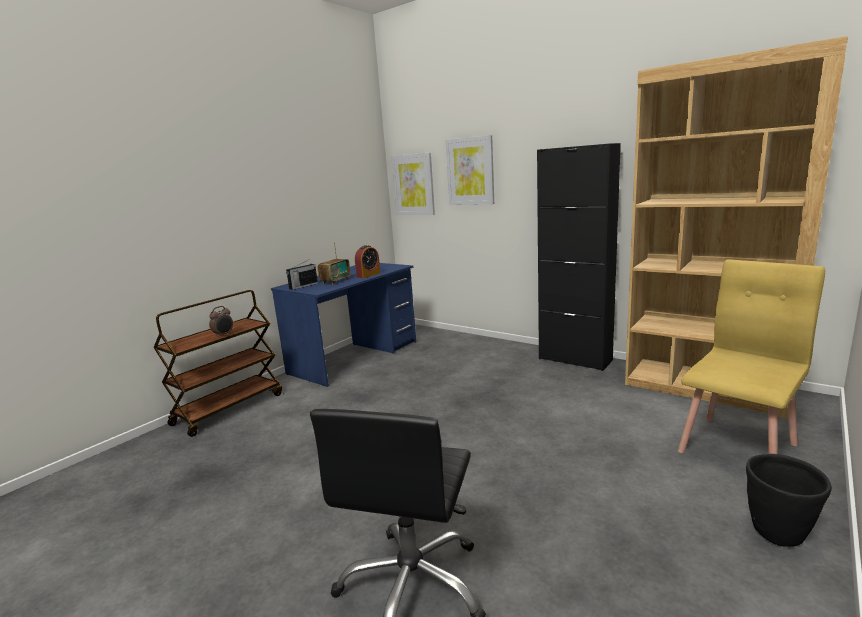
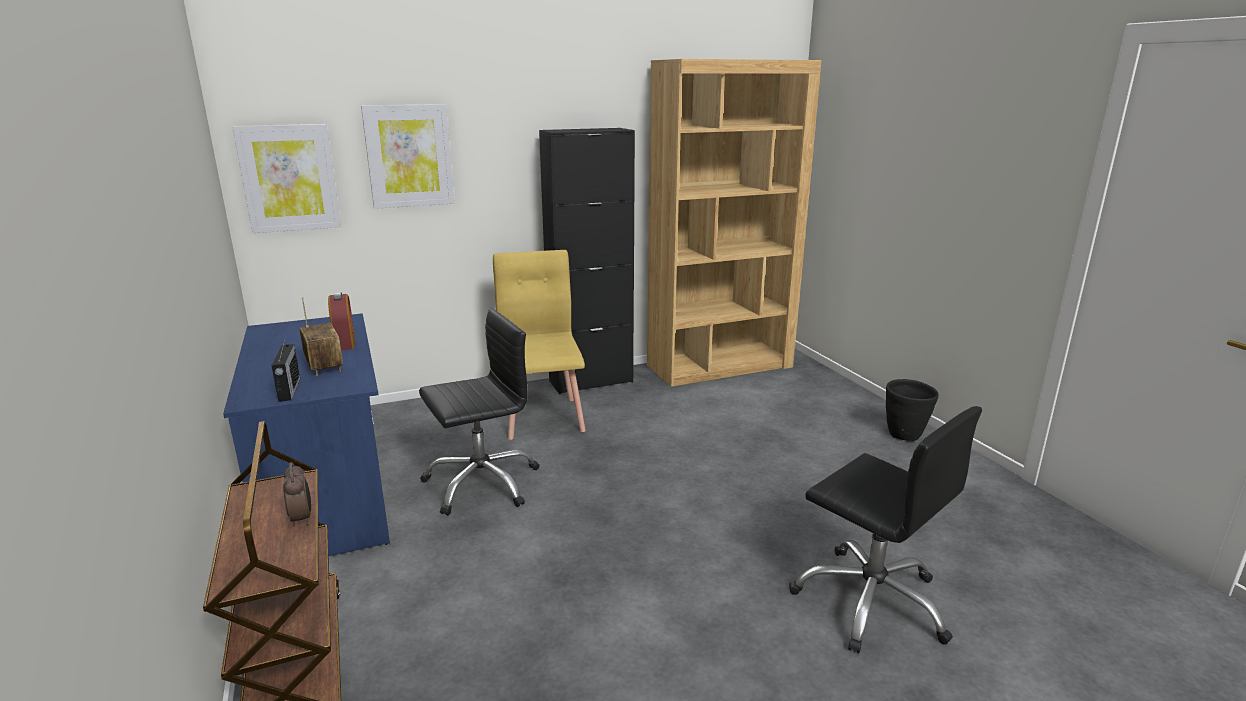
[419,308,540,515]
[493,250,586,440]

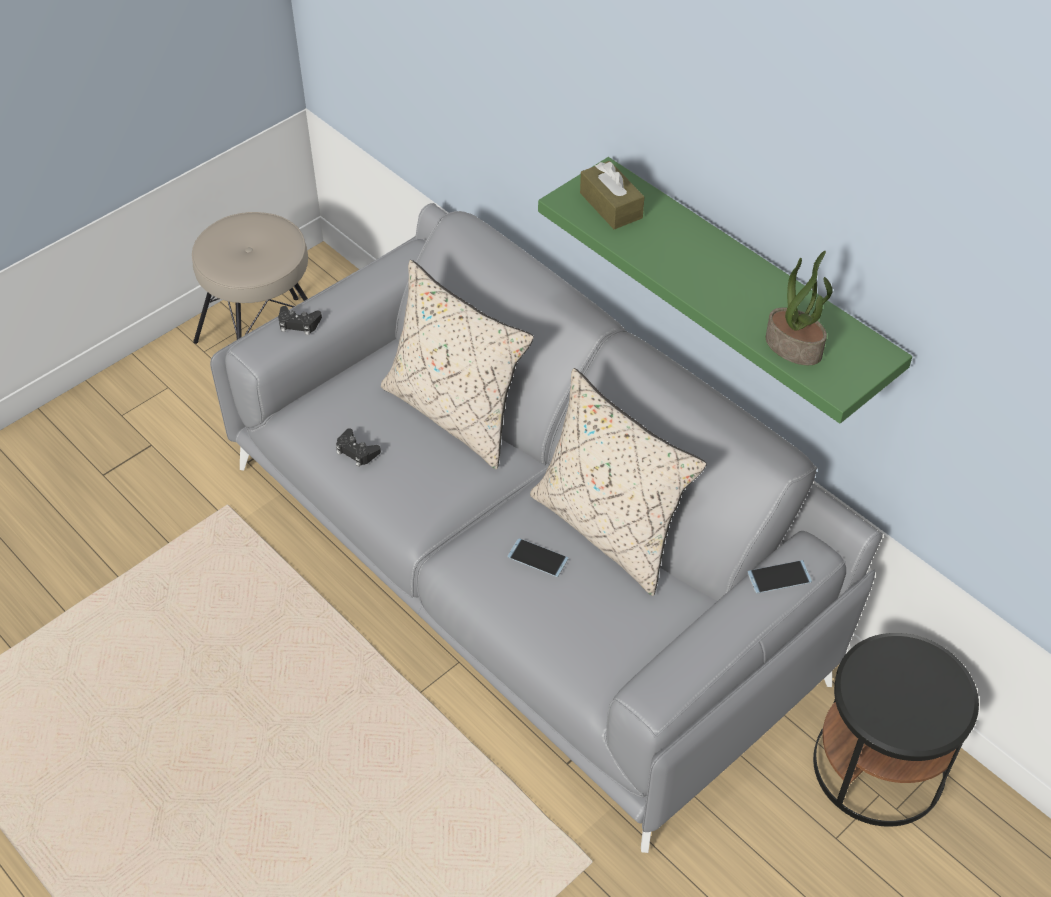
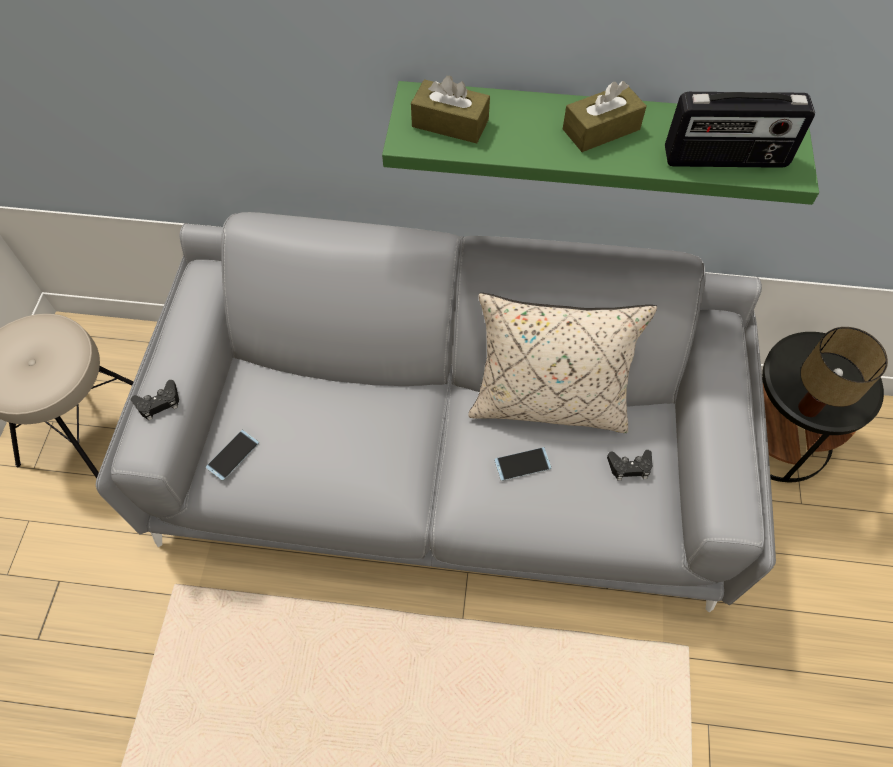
[381,260,534,469] (first image)
[563,81,646,152]
[798,327,888,417]
[607,450,652,480]
[206,430,259,481]
[665,92,815,168]

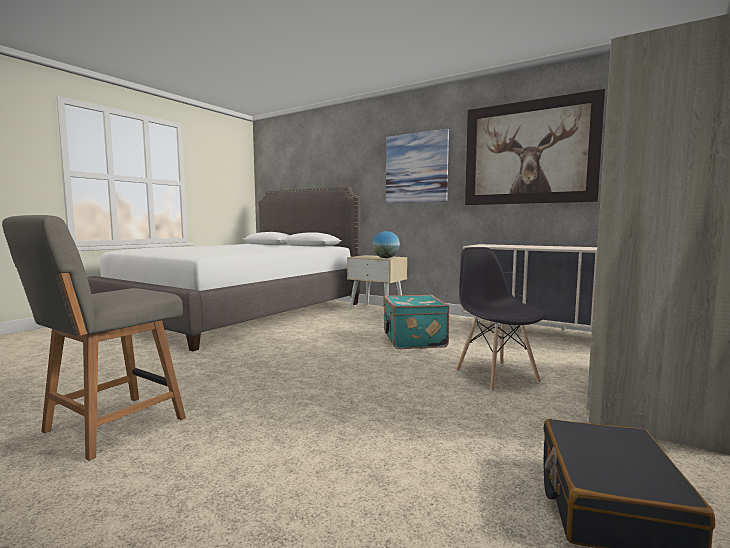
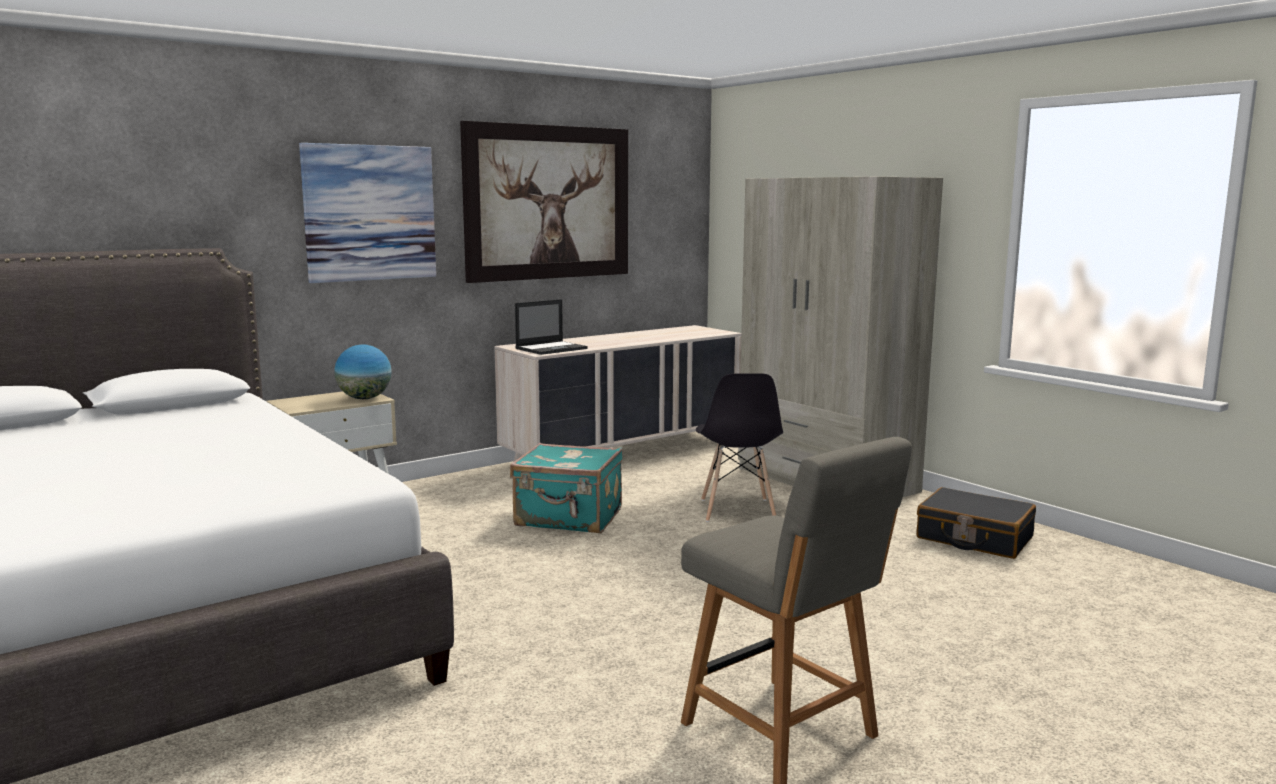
[515,299,588,355]
[696,373,783,522]

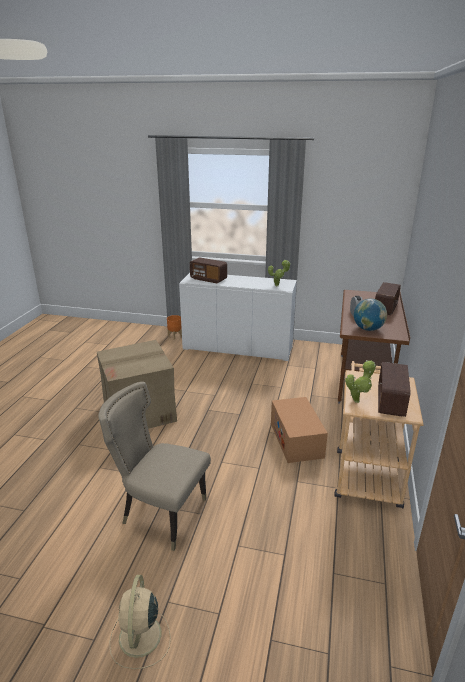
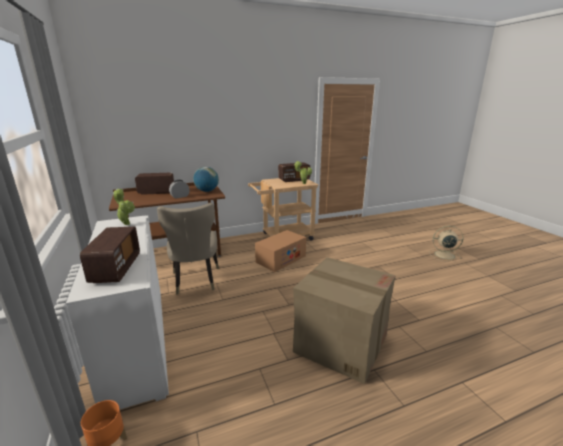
[157,203,219,295]
[429,226,463,261]

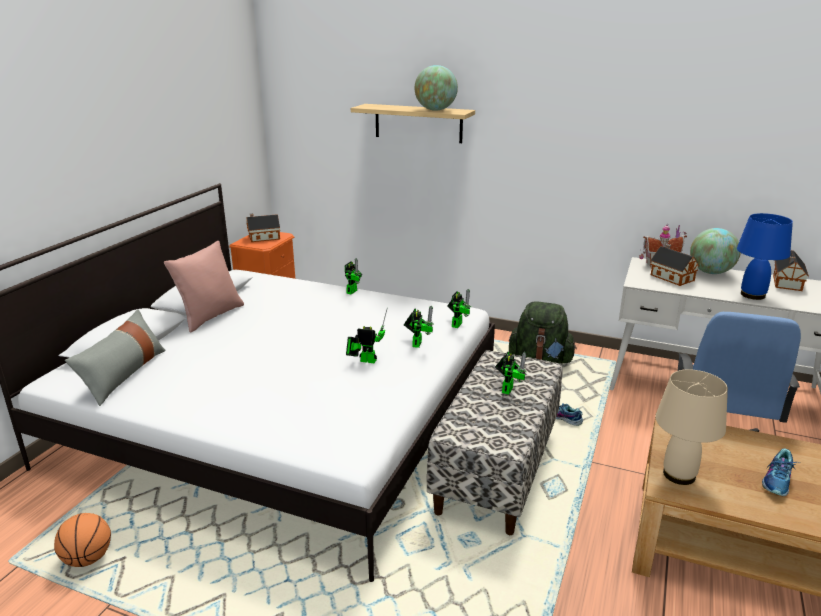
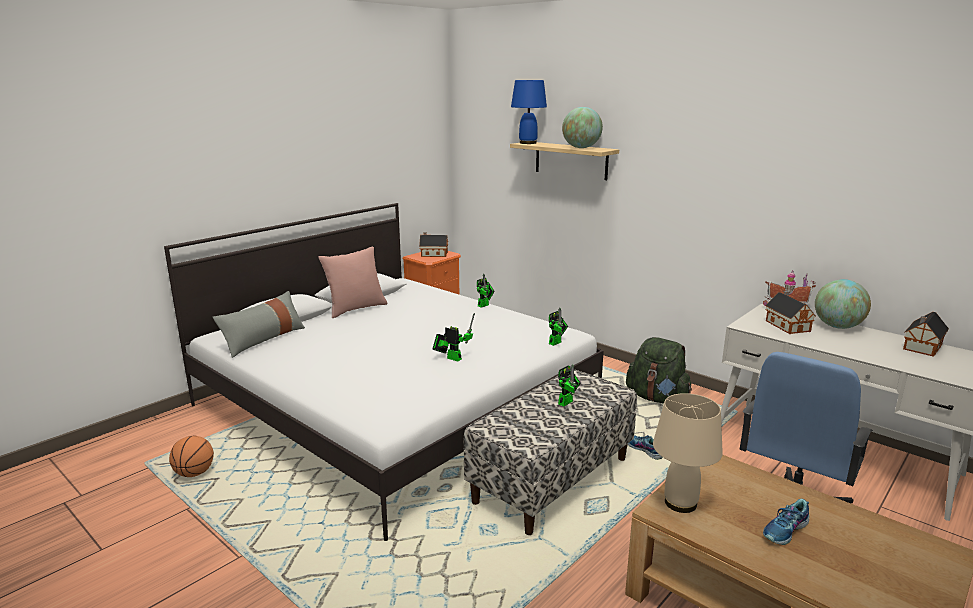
[404,306,434,348] (first image)
[511,80,547,144]

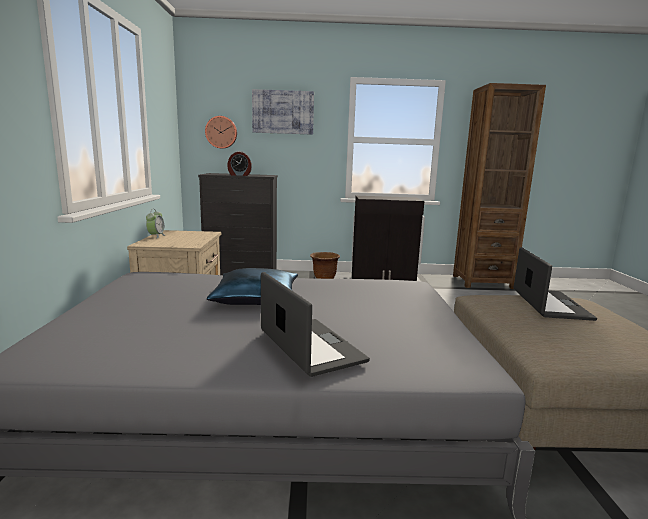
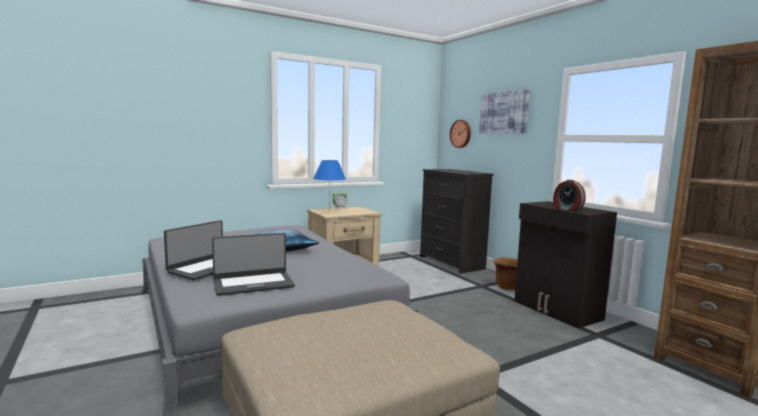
[313,160,346,213]
[553,180,586,211]
[212,233,295,296]

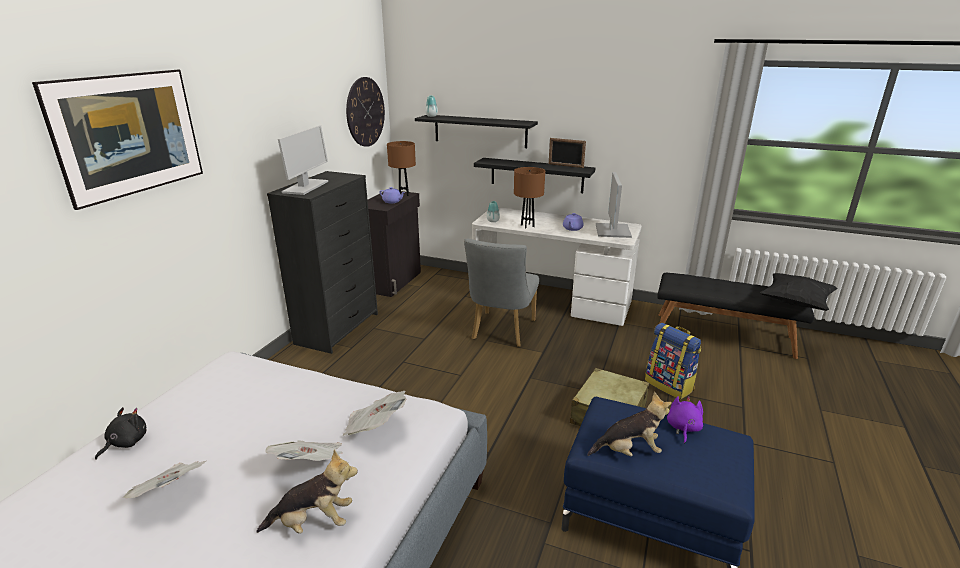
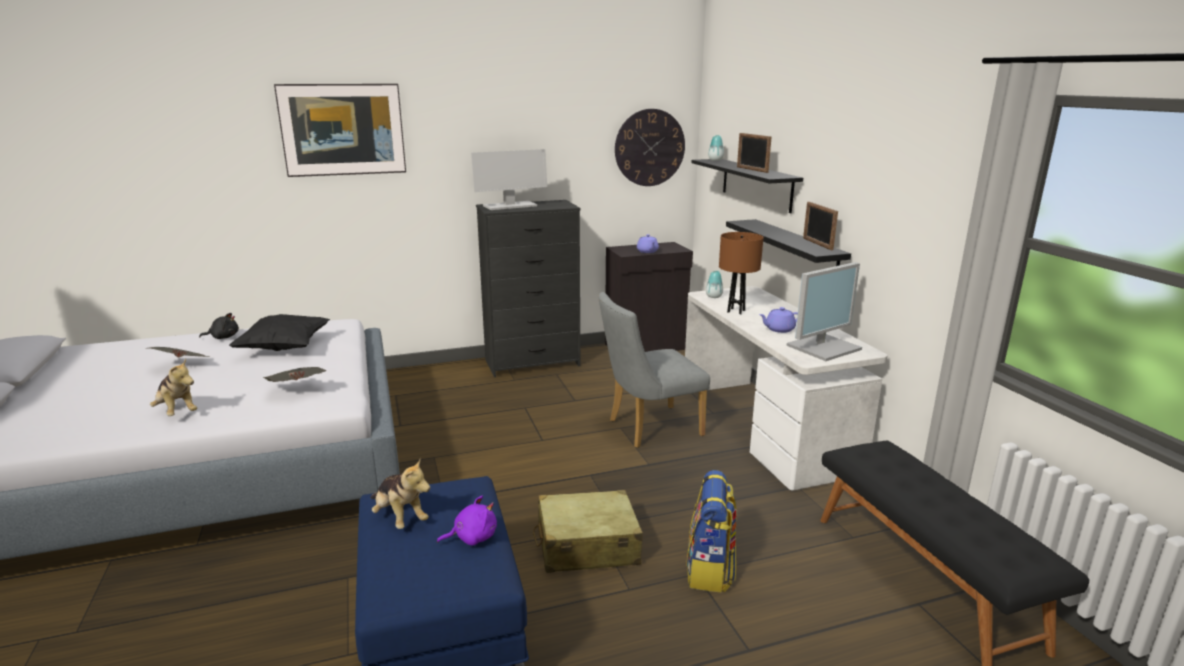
[265,440,343,461] (first image)
[387,141,416,196] (first image)
[737,133,772,173]
[229,314,330,351]

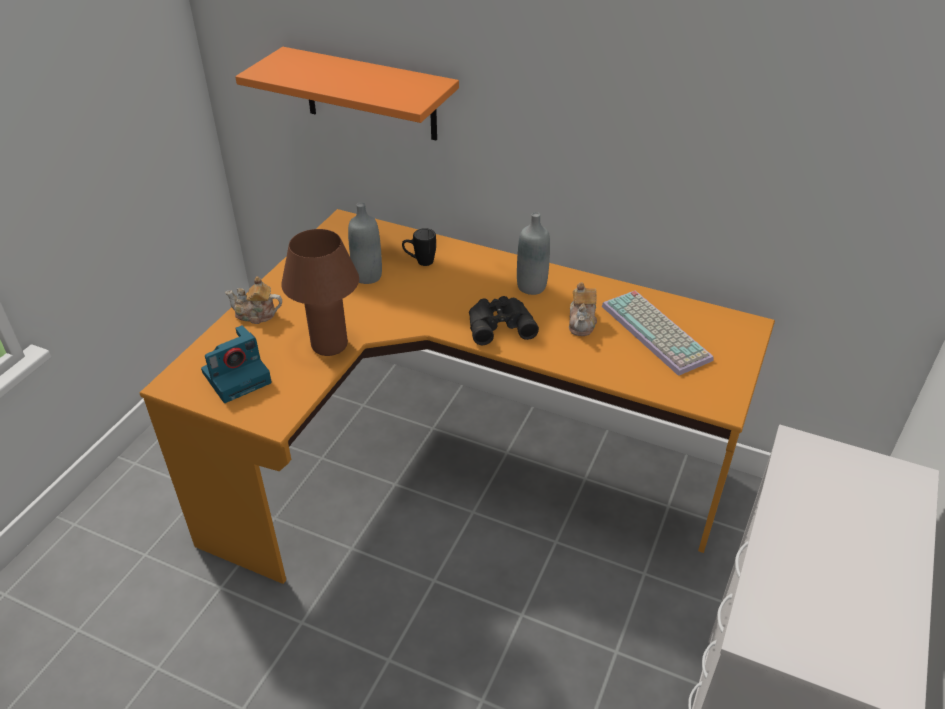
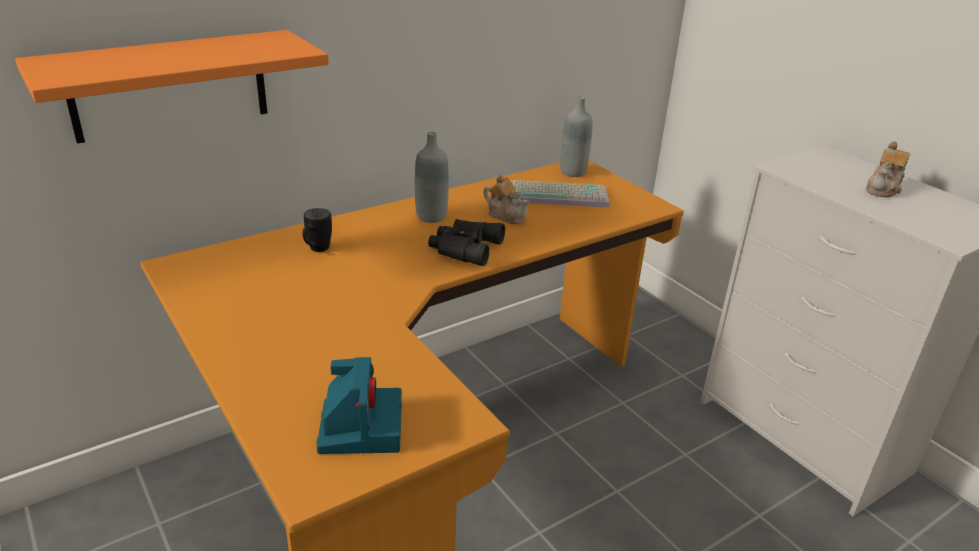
[281,229,359,356] (first image)
[866,141,910,197]
[560,96,592,177]

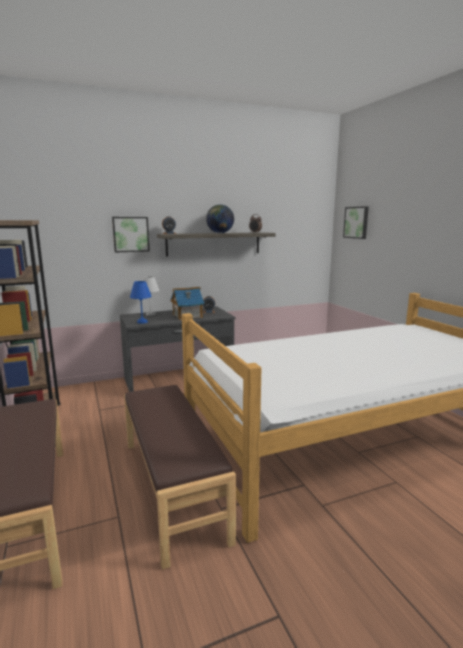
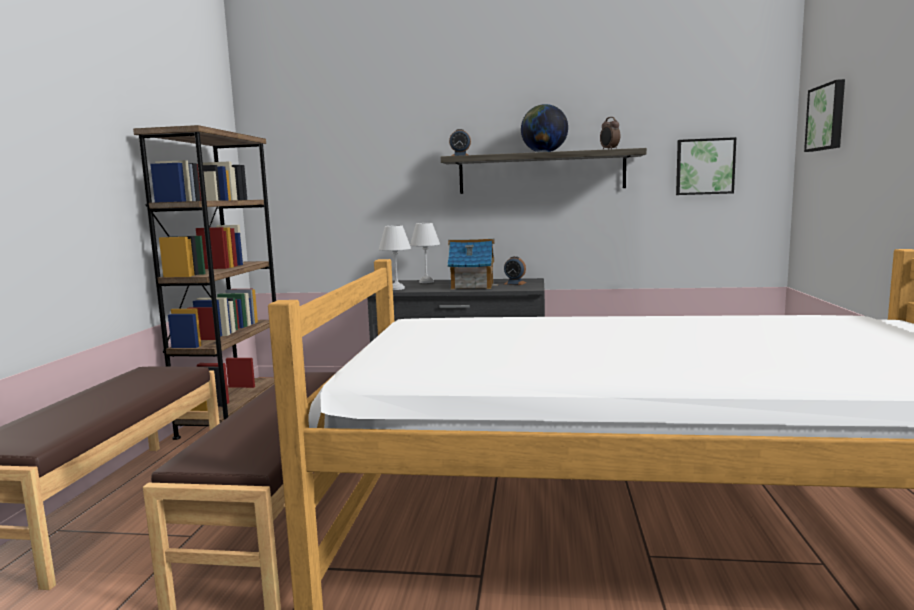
[676,137,736,195]
[379,225,411,290]

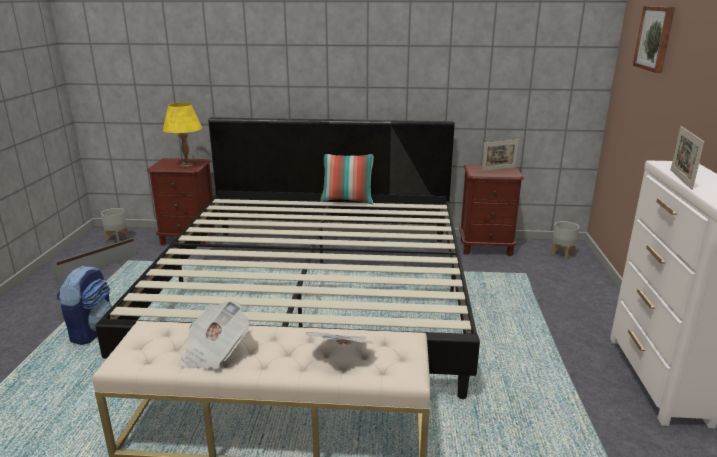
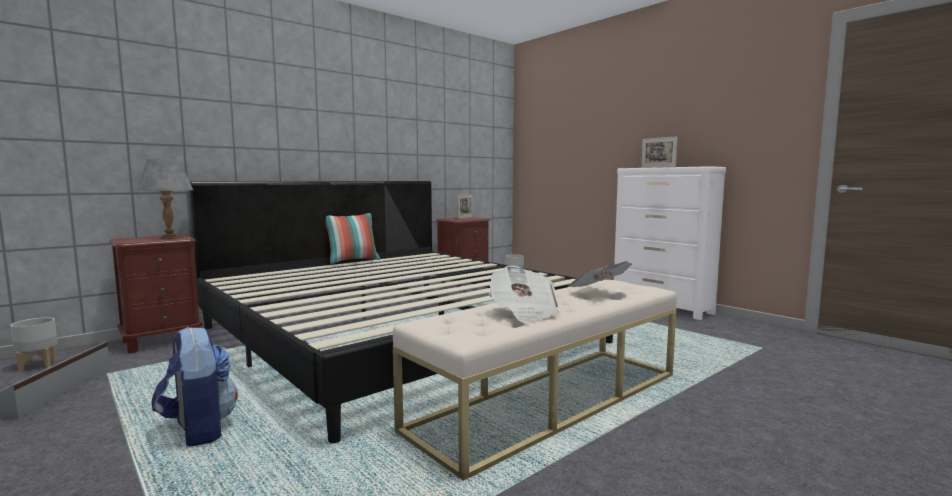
[633,6,675,73] (first image)
[137,159,193,239]

